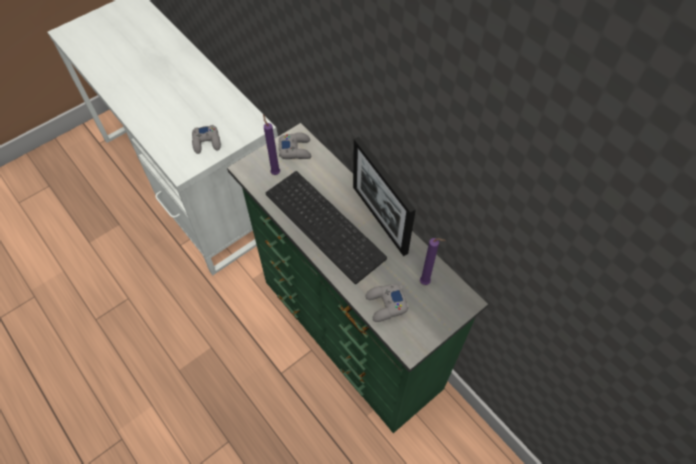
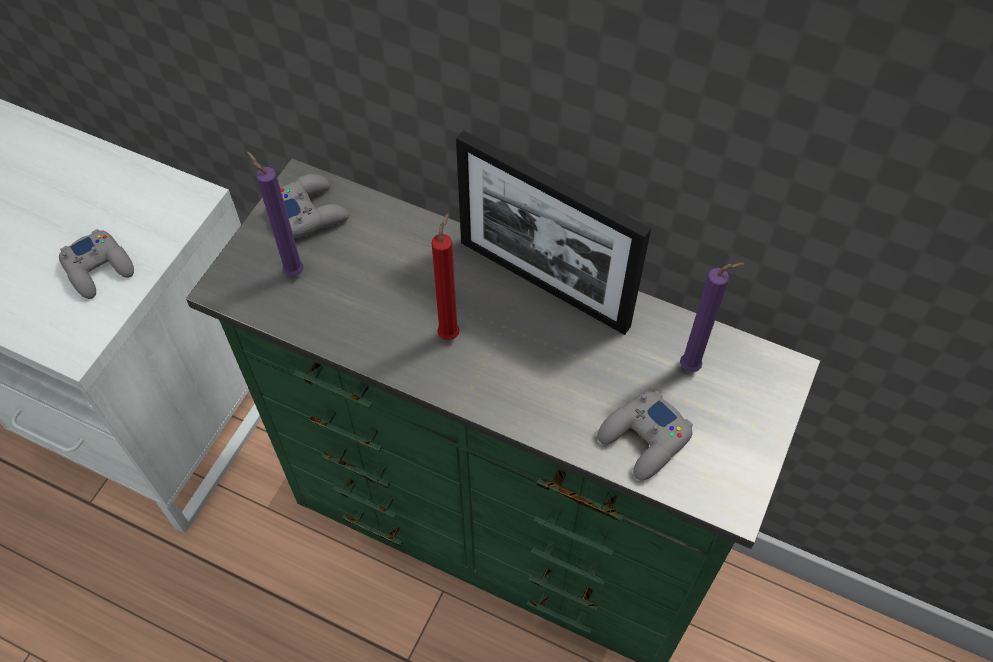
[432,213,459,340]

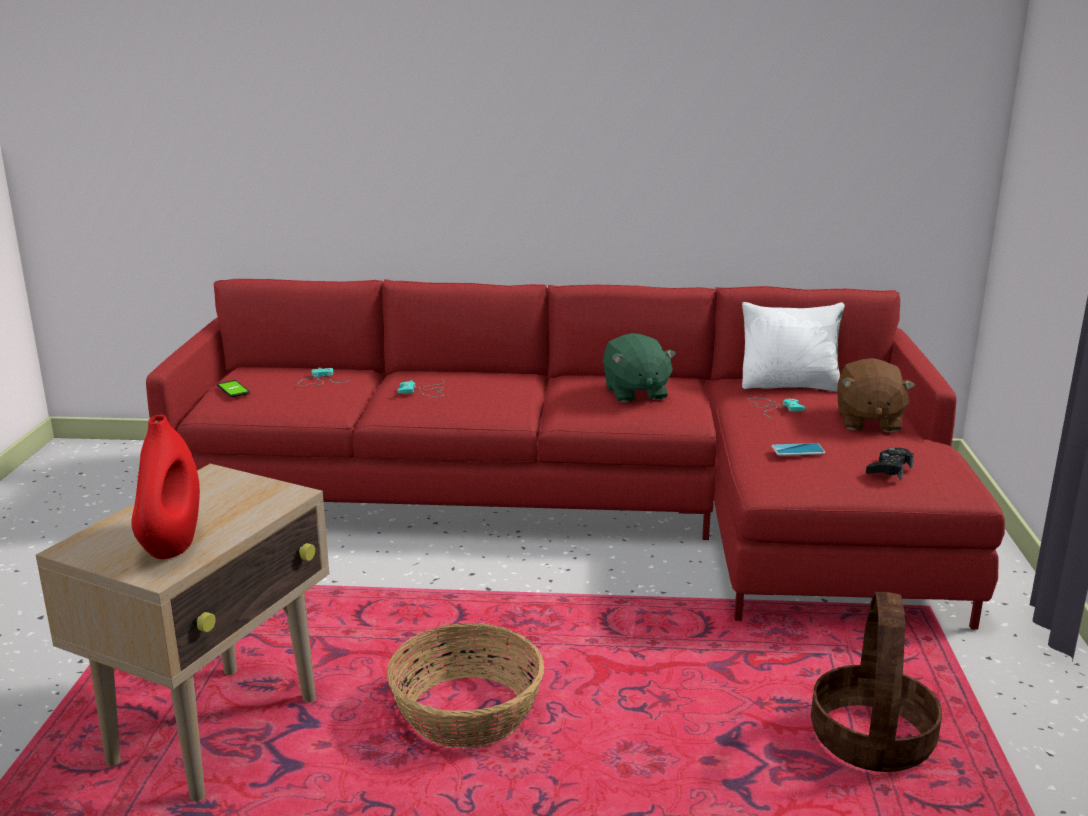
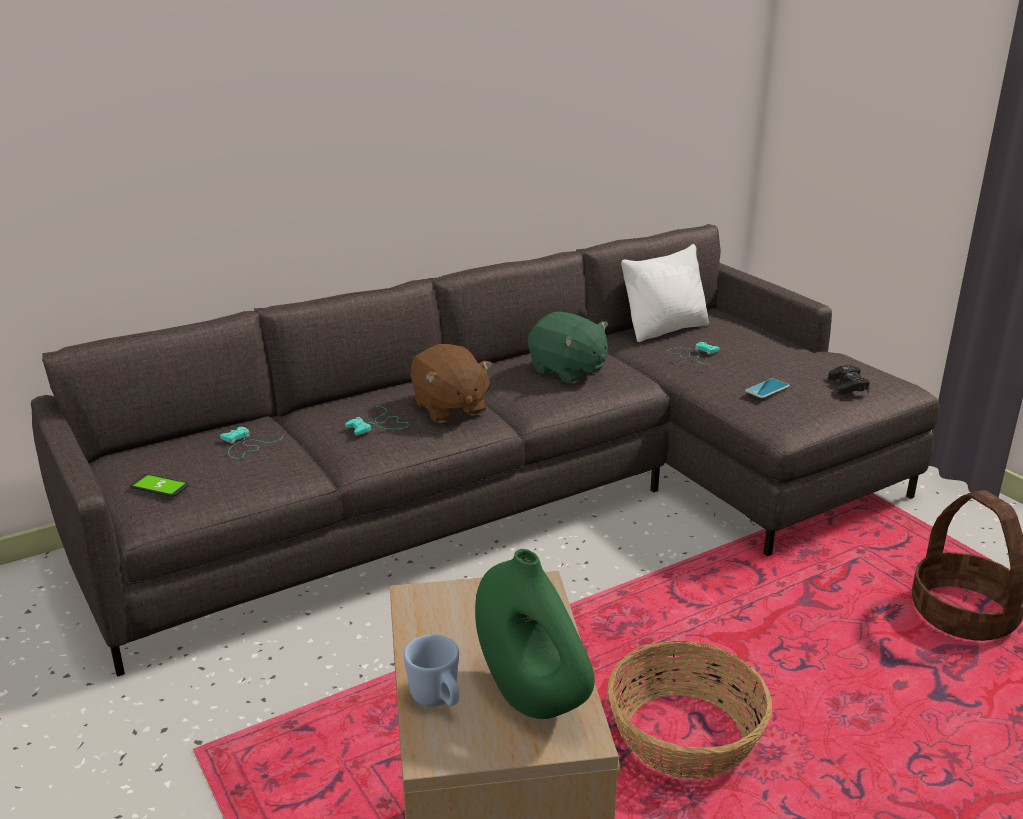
[404,634,459,707]
[410,344,492,423]
[475,549,595,719]
[31,224,940,677]

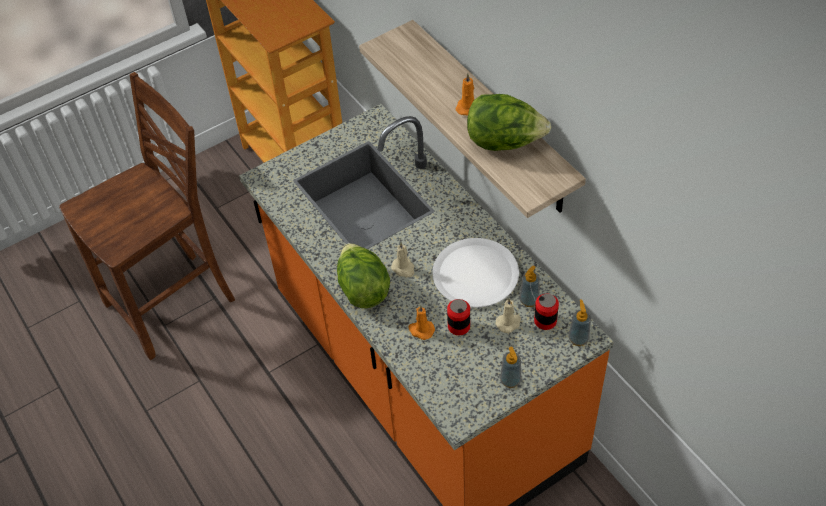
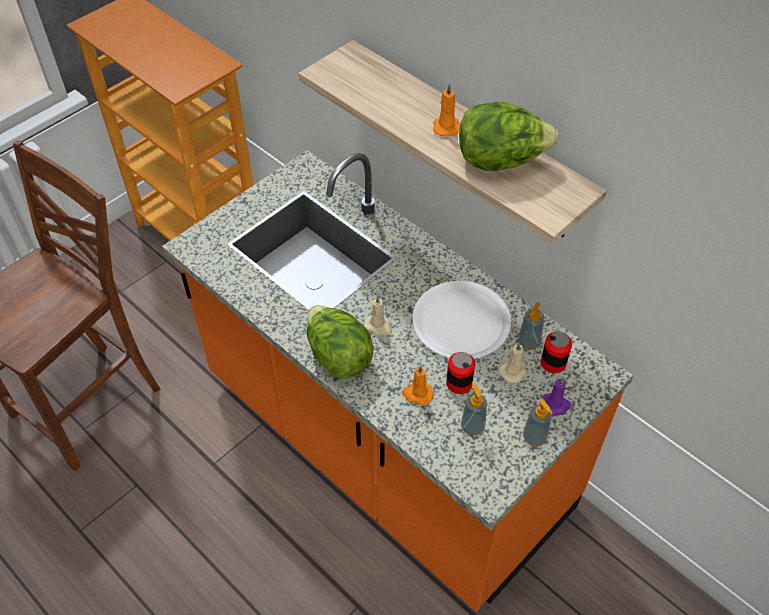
[541,377,571,417]
[461,382,487,435]

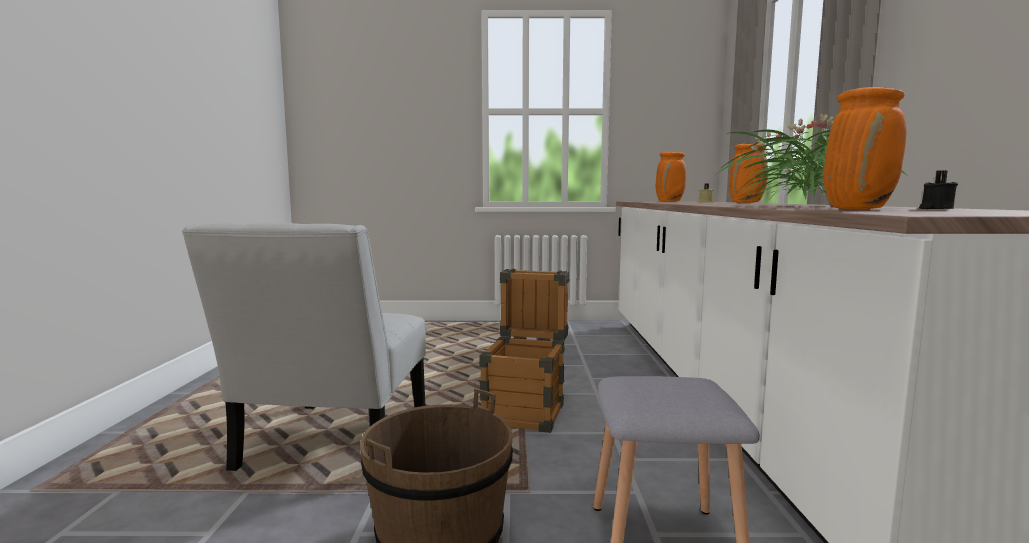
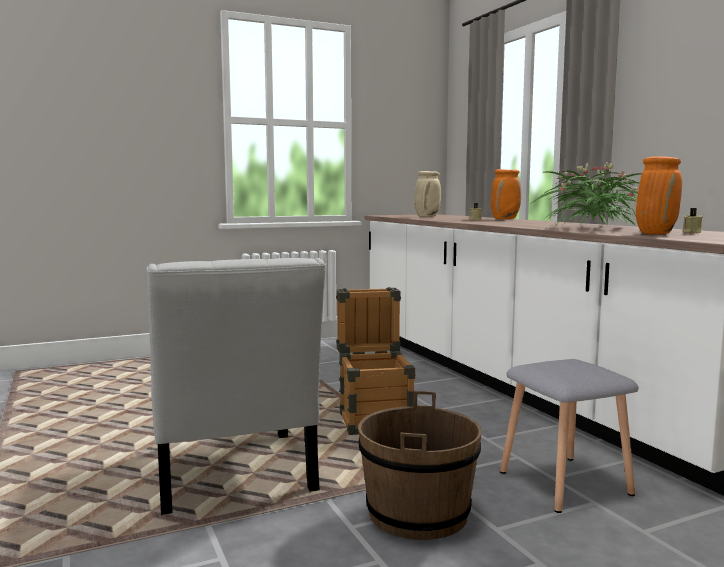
[414,171,441,217]
[683,208,703,233]

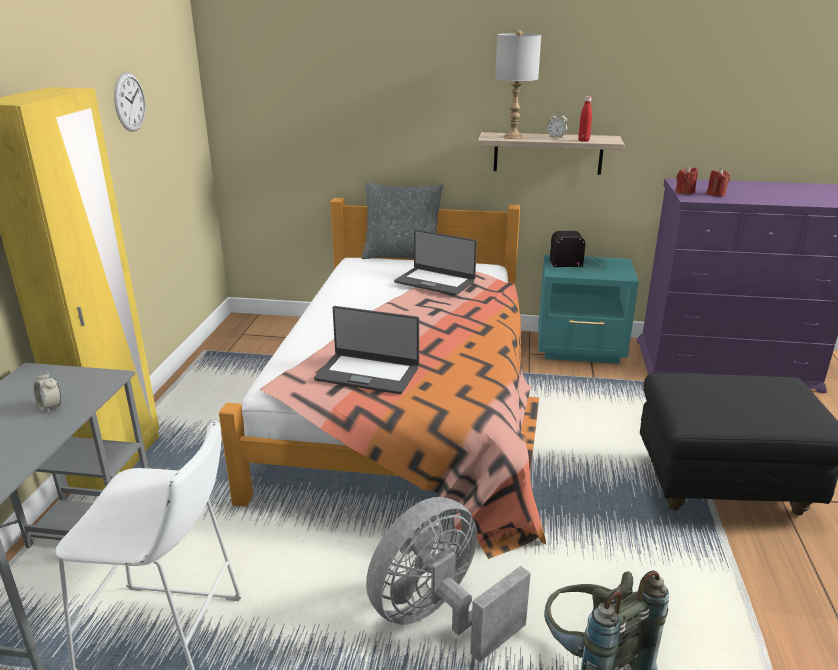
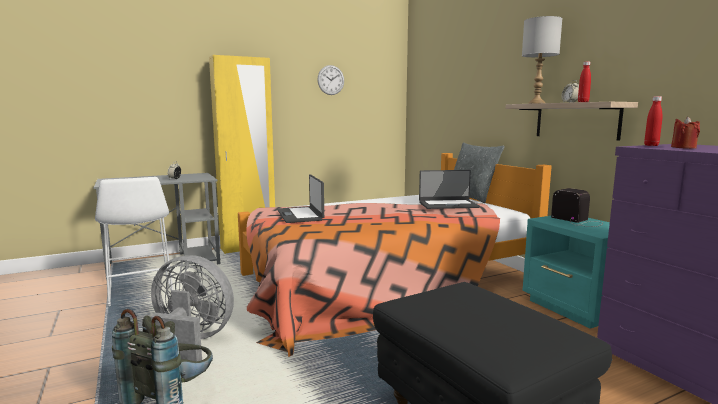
[644,96,662,146]
[419,170,480,209]

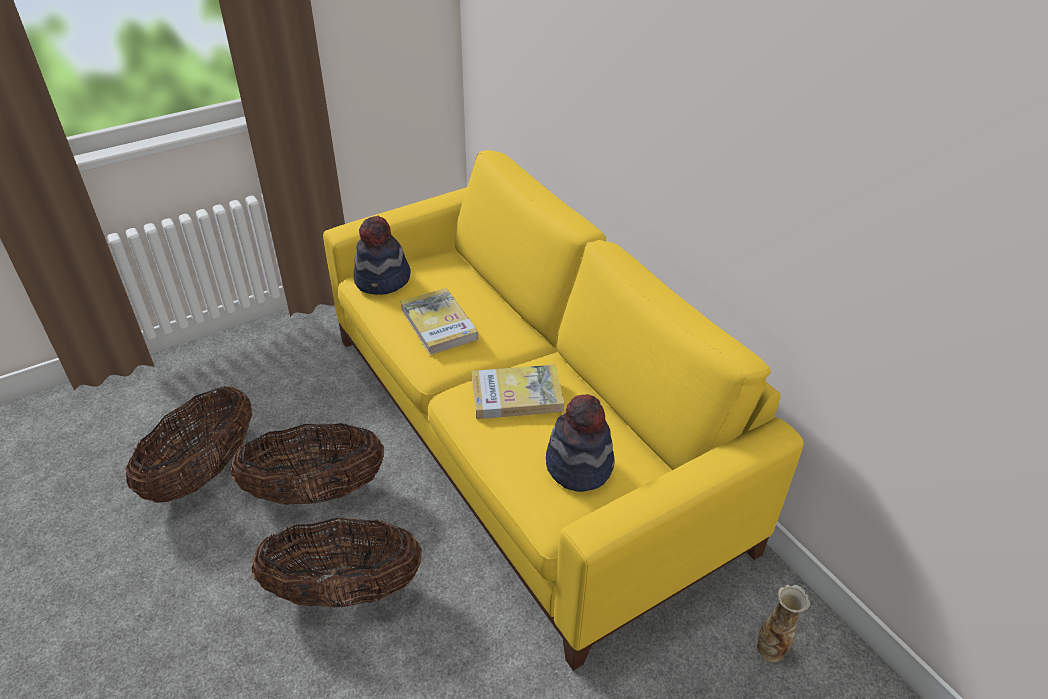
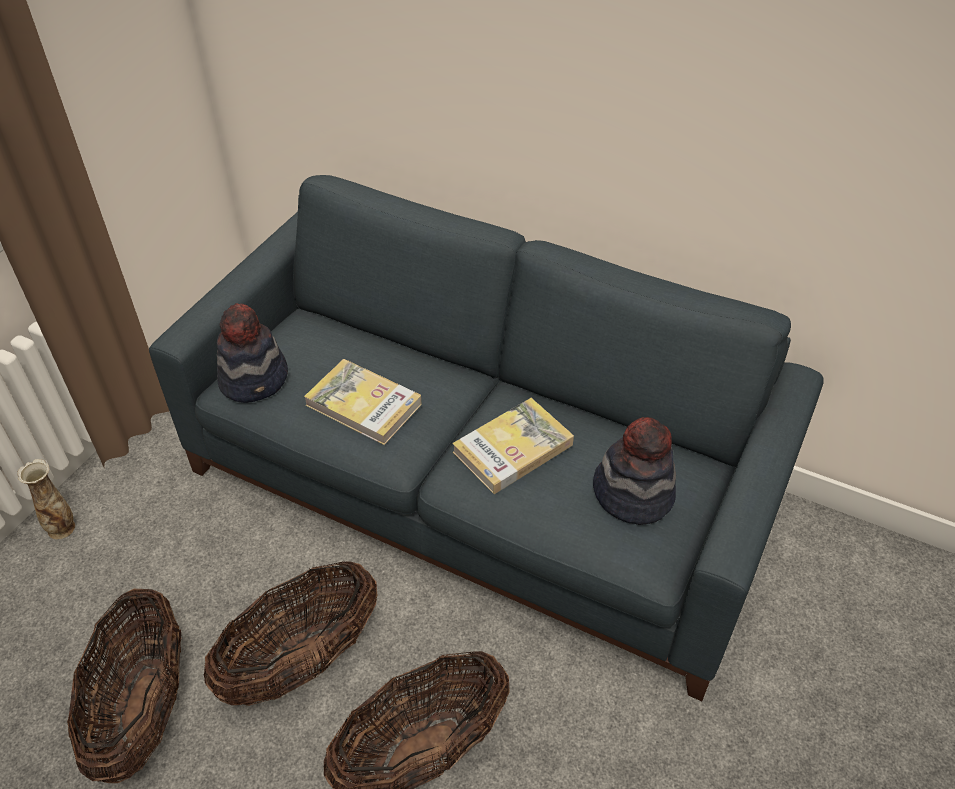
[17,459,75,539]
[149,175,824,701]

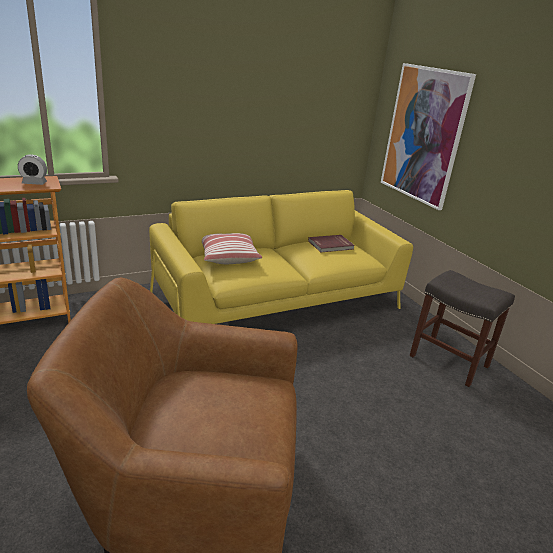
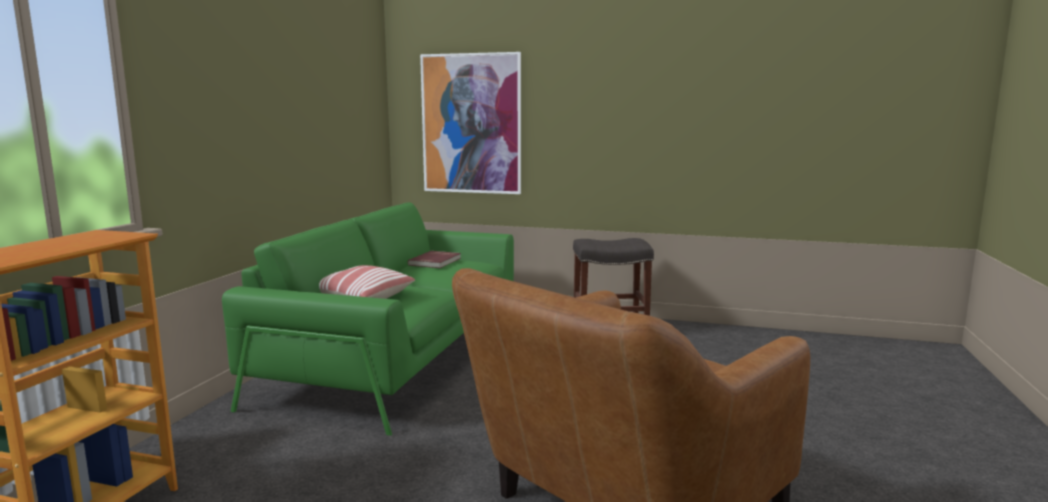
[18,154,47,185] (first image)
[222,202,514,436]

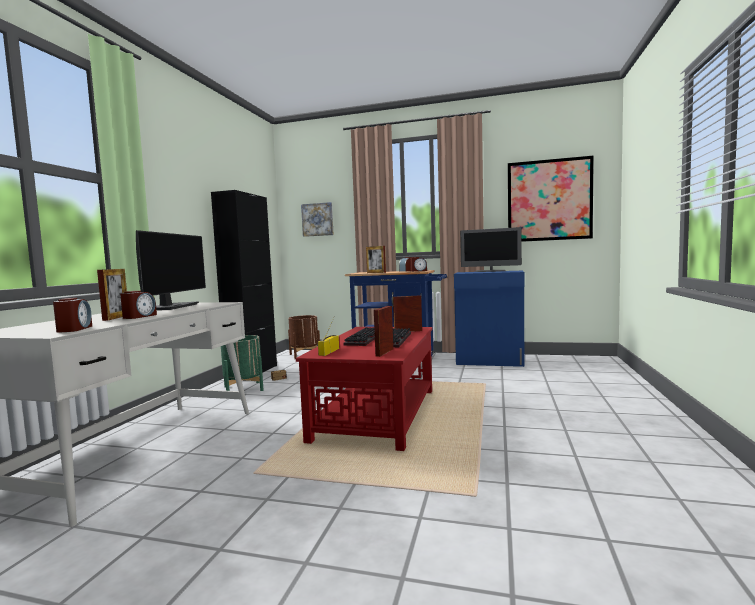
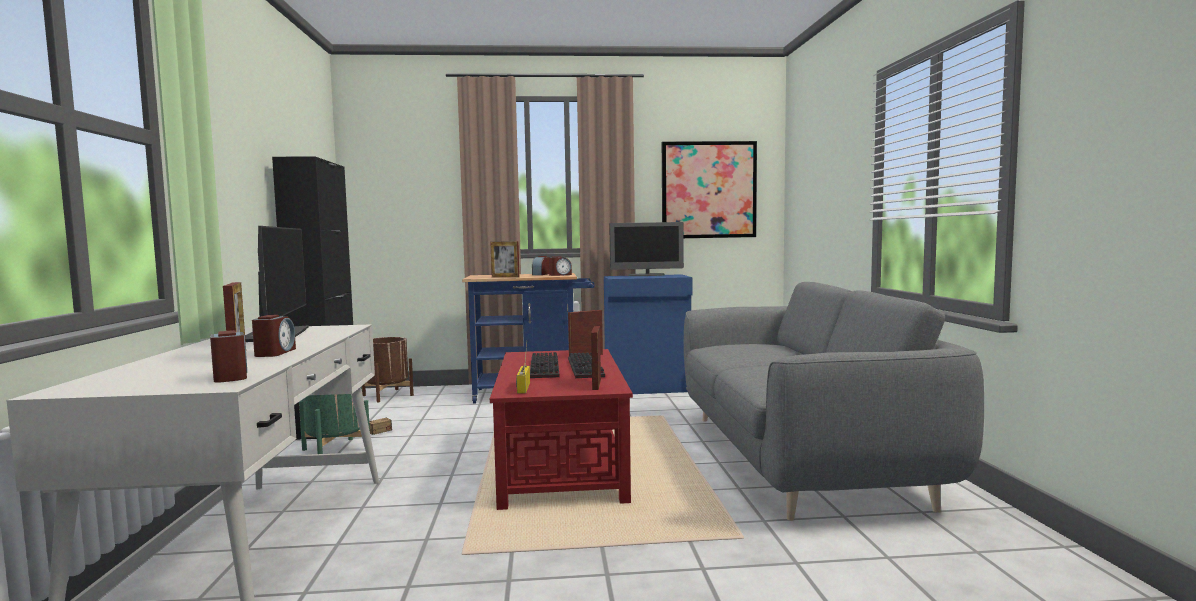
[301,202,334,237] (first image)
[684,282,984,521]

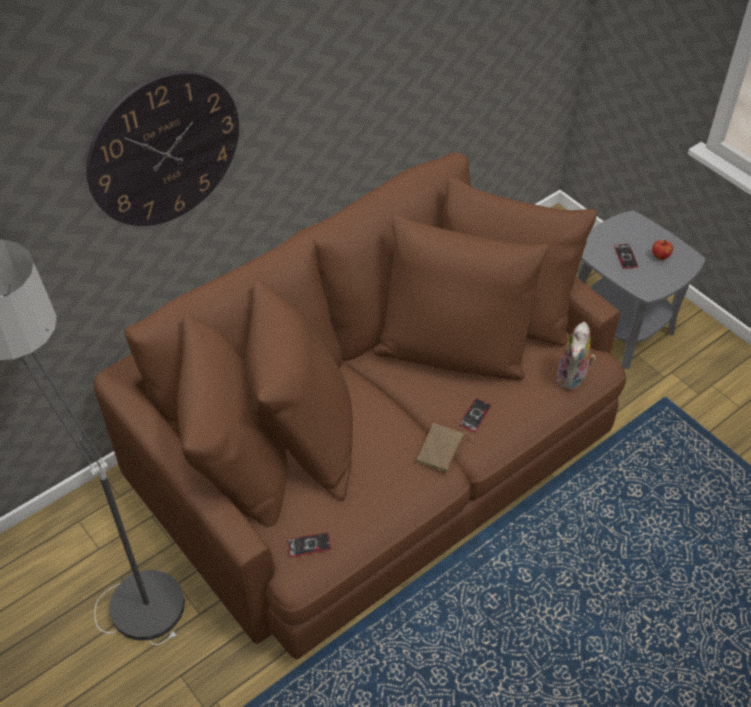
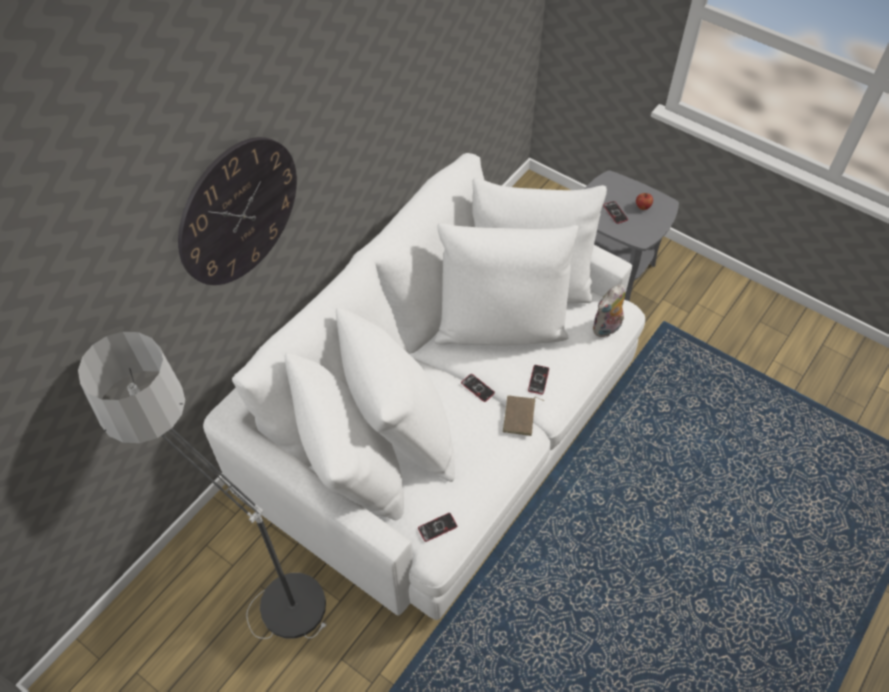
[461,374,495,402]
[203,153,645,620]
[593,284,625,337]

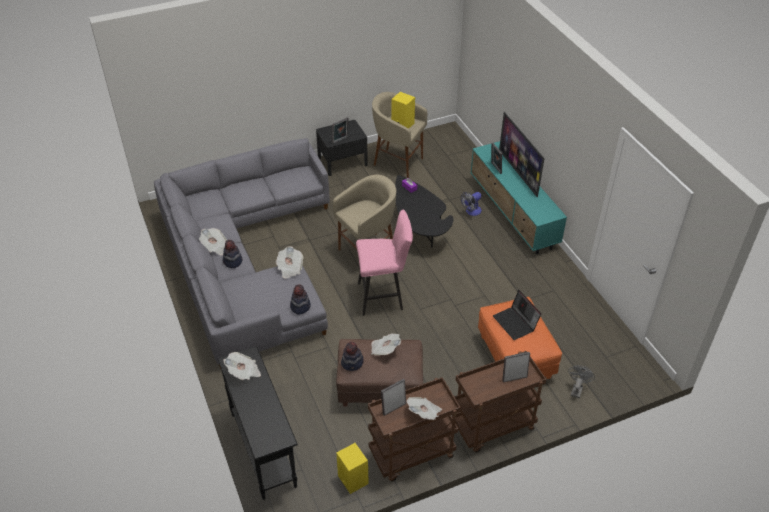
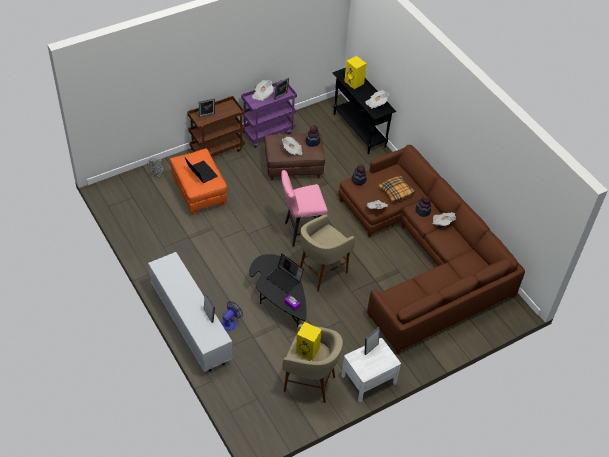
[499,112,545,197] (first image)
[266,254,304,293]
[378,176,415,203]
[345,56,367,89]
[338,145,525,354]
[342,338,401,402]
[241,80,297,148]
[148,252,233,372]

